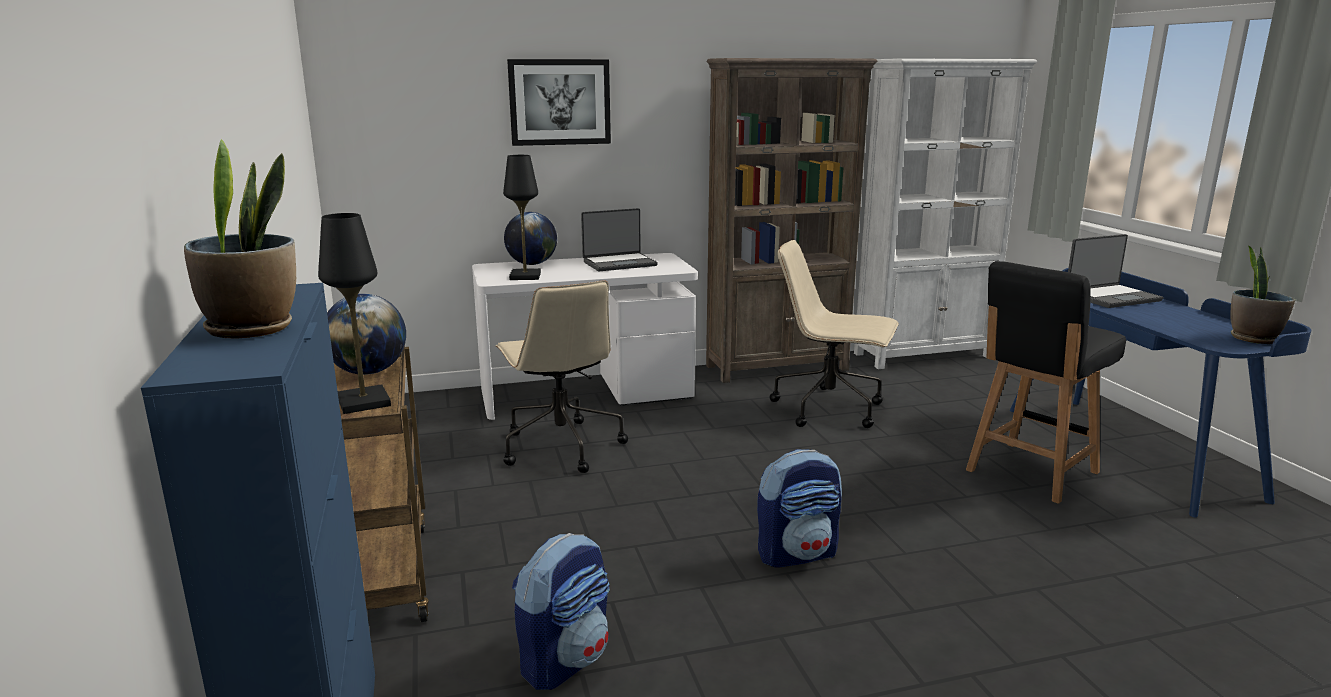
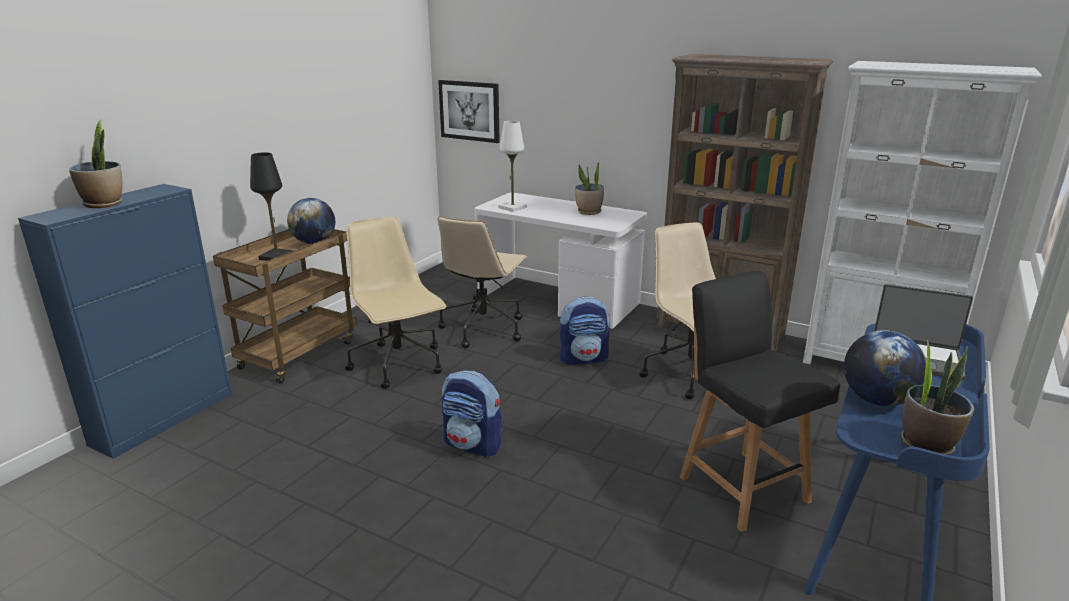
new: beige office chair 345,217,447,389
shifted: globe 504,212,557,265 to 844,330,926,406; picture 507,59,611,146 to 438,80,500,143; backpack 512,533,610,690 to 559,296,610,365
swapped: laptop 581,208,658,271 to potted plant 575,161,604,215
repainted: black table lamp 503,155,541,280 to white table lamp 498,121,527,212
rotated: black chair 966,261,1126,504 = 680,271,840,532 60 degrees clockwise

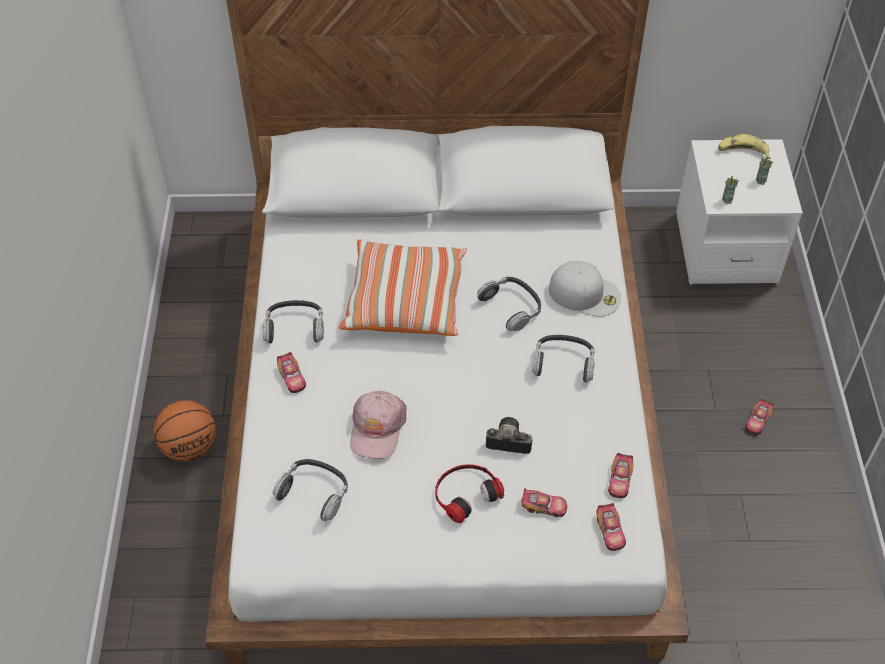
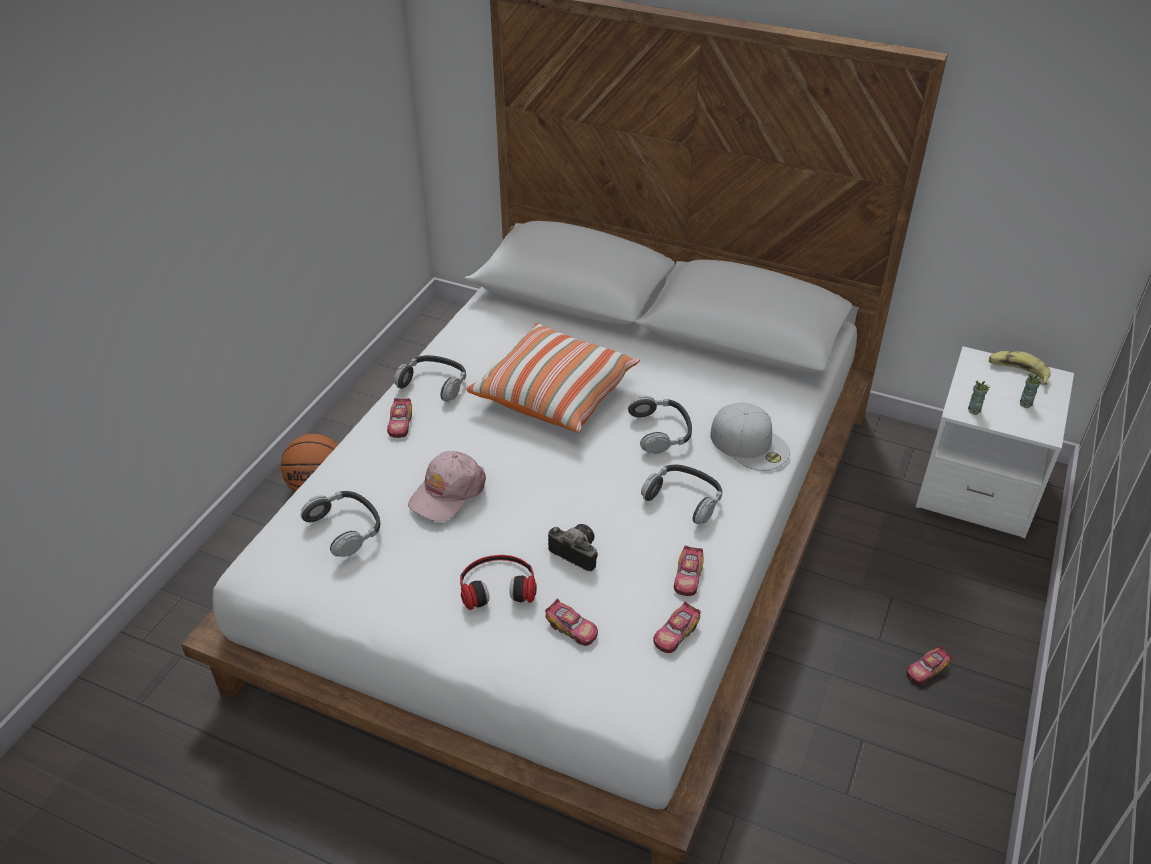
shifted: toy car 597,503,626,551 to 674,545,704,596

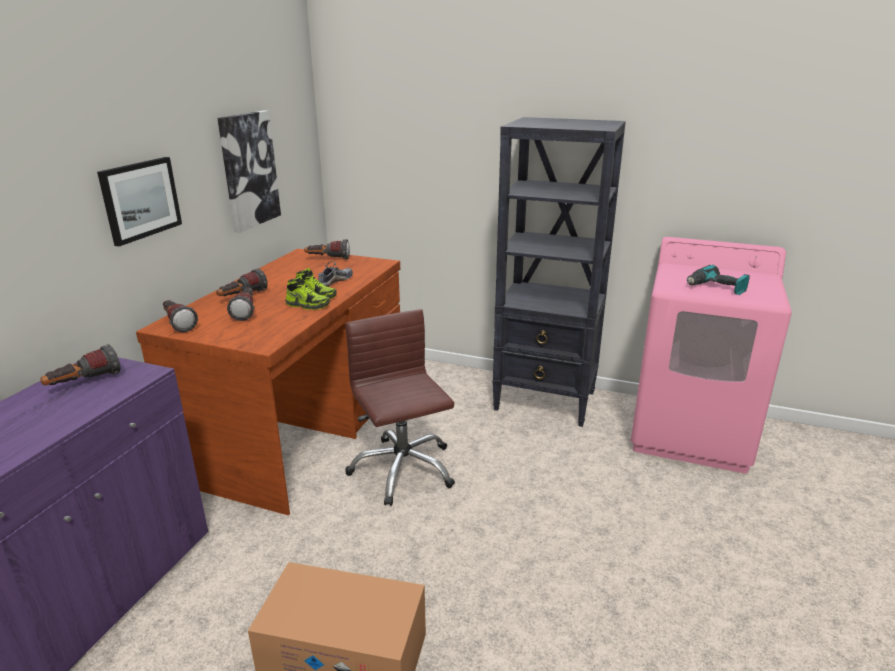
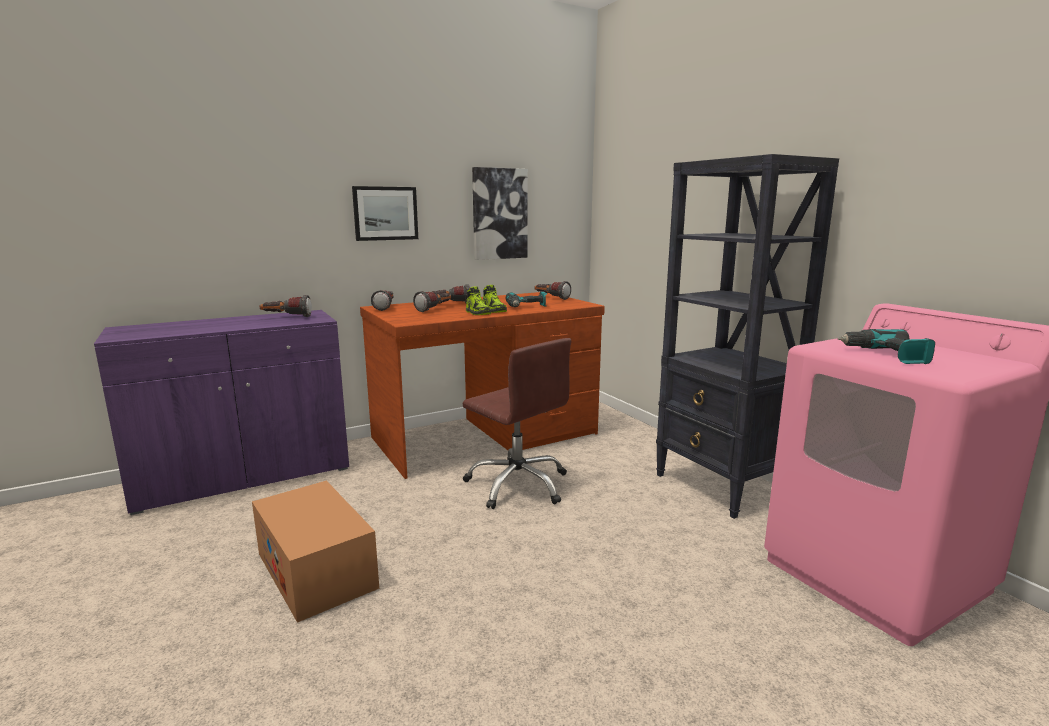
swapped: shoe 318,261,353,287 to power drill 506,291,547,307
rotated: brown office chair 345,309,455,506 = 463,338,571,509 120 degrees clockwise

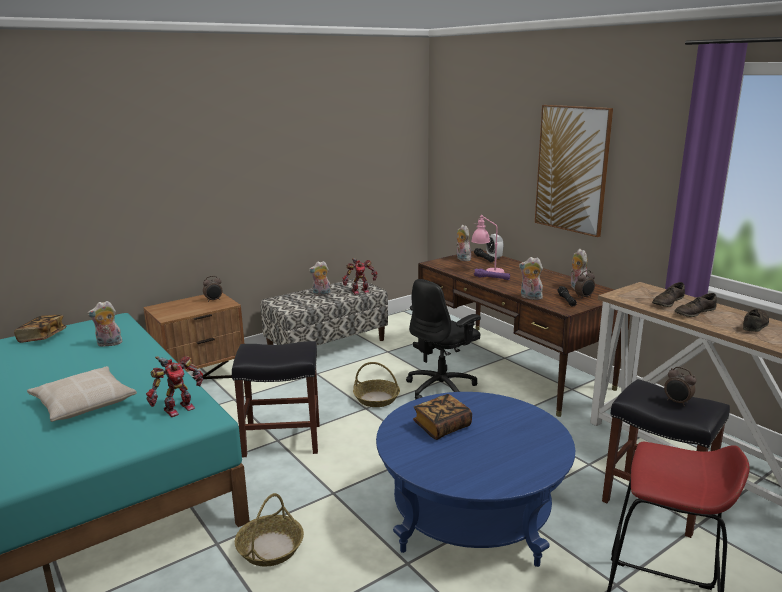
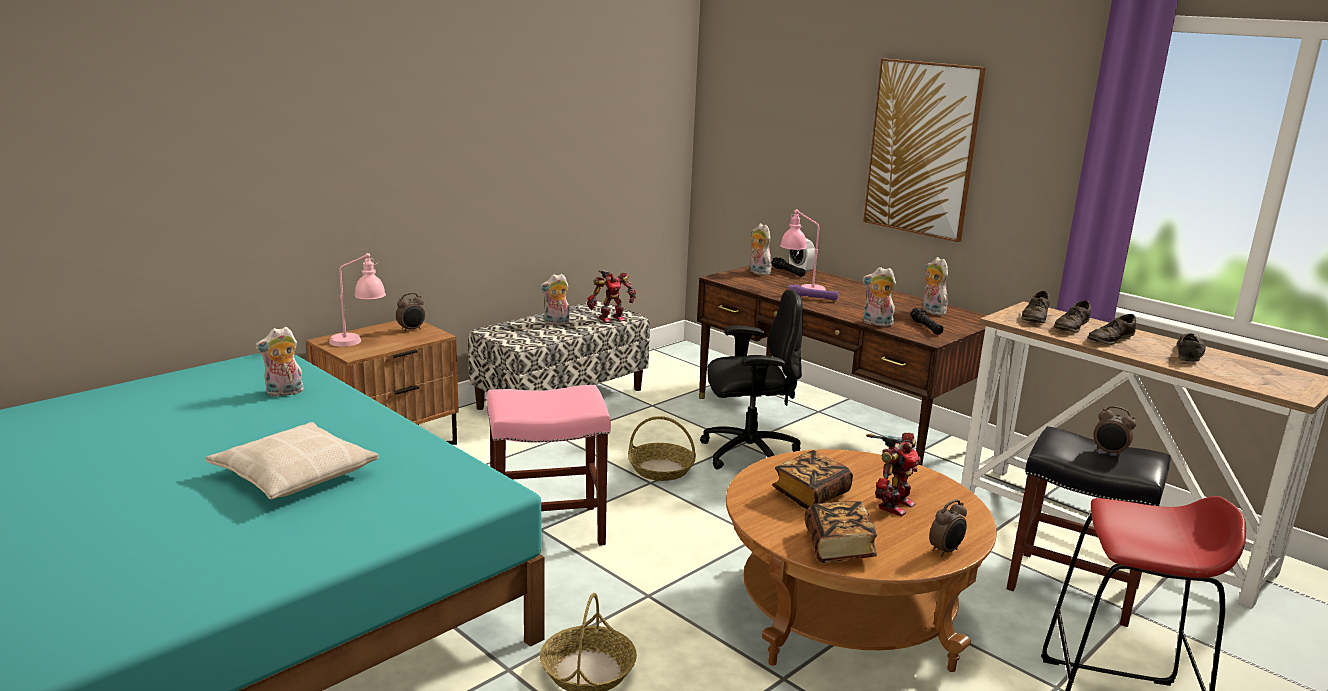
new: pink table lamp 329,253,386,347; brown shoe 1021,291,1050,323
shifted: book 14,315,66,343 to 805,501,877,563; toy robot 146,356,203,417 to 866,432,921,516; alarm clock 575,270,595,299 to 929,499,967,557
repainted: black stool 232,341,319,457 to pink stool 487,385,611,546; blue coffee table 376,392,575,567 to brown coffee table 726,449,997,672
rotated: black office chair 406,279,481,400 = 700,290,803,469 135 degrees counterclockwise

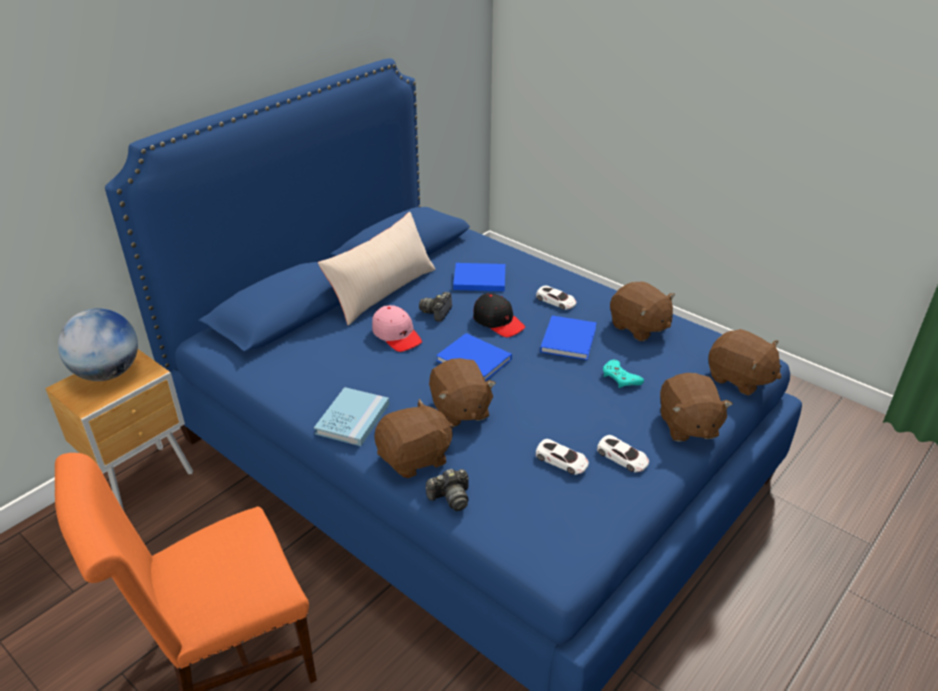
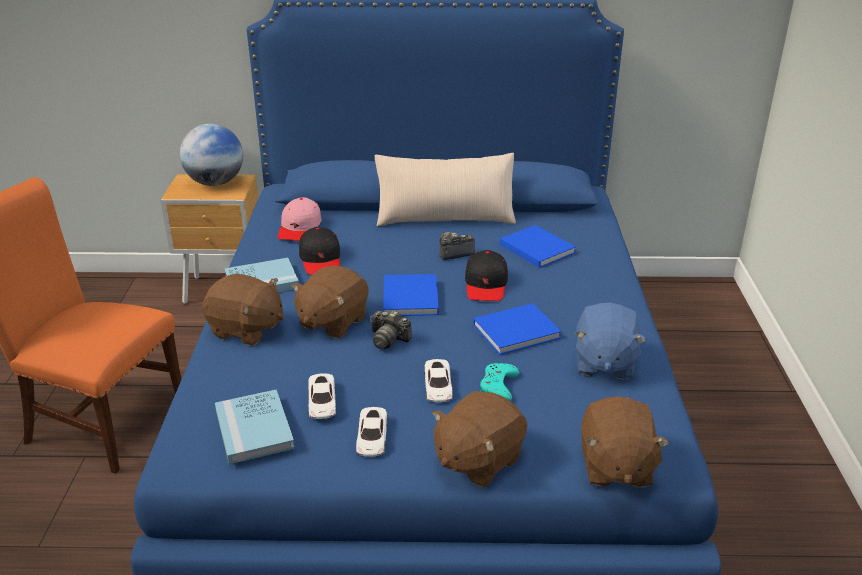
new: blue book 215,390,295,464; black cap 299,227,340,275
shifted: pink cap 372,305,422,352 to 278,197,321,241; photo camera 426,469,469,511 to 371,311,412,349; white toy car 536,285,577,310 to 424,359,453,402
repainted: brown plush toy 610,282,675,341 to blue plush toy 574,303,646,380

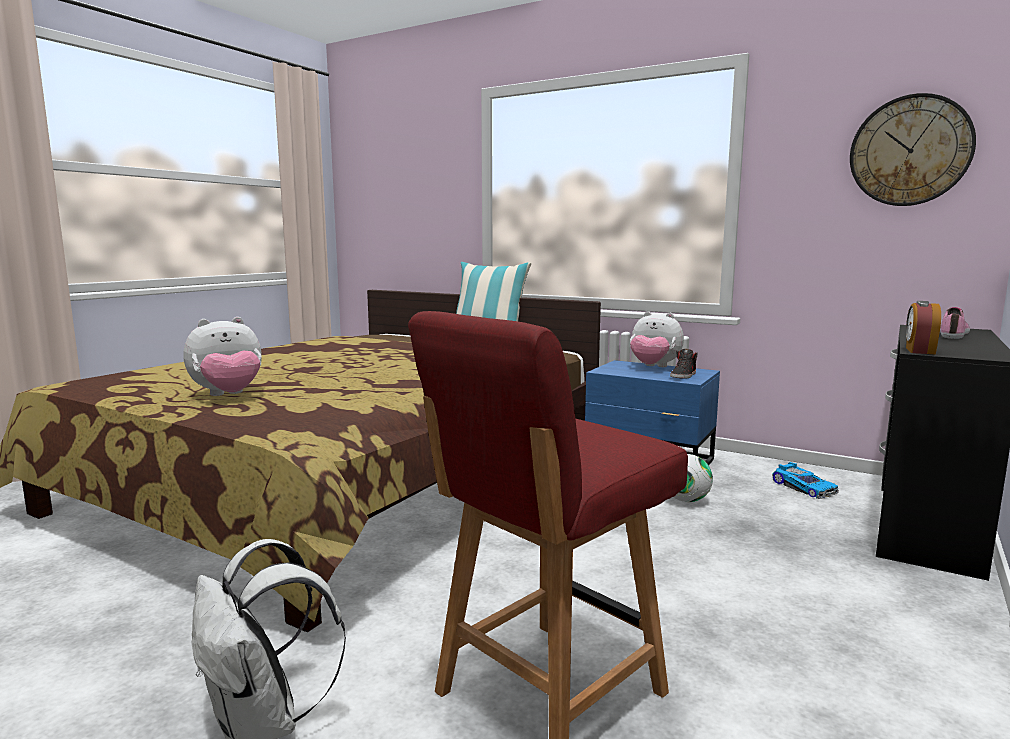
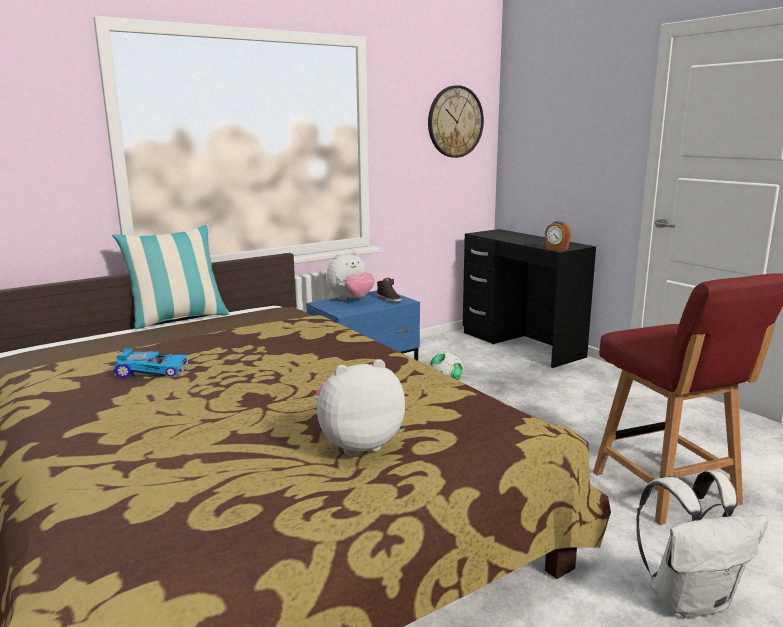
gone: shoe 940,307,970,339
shifted: toy car 773,462,839,499 to 113,348,188,378
rotated: plush toy 184,317,262,396 = 315,359,405,456 105 degrees counterclockwise

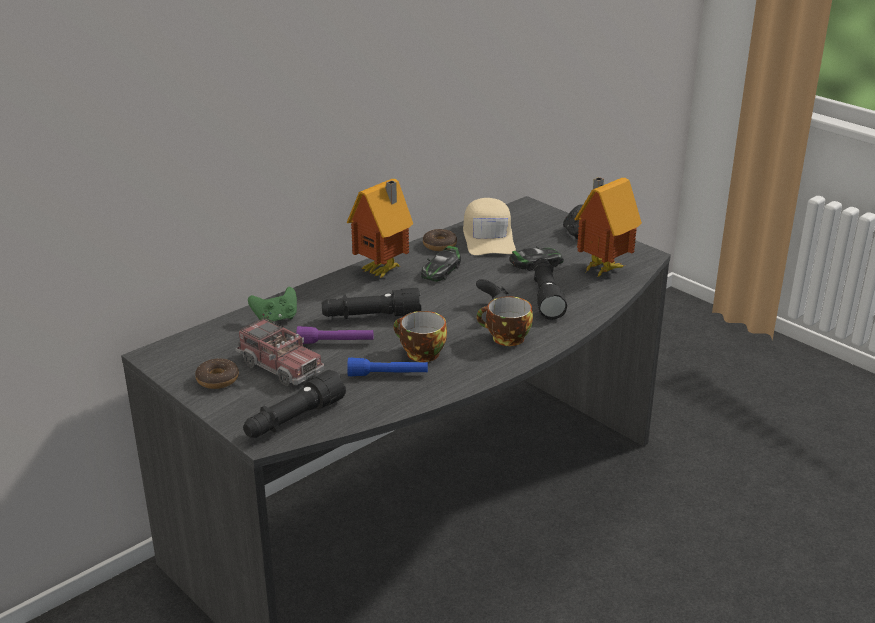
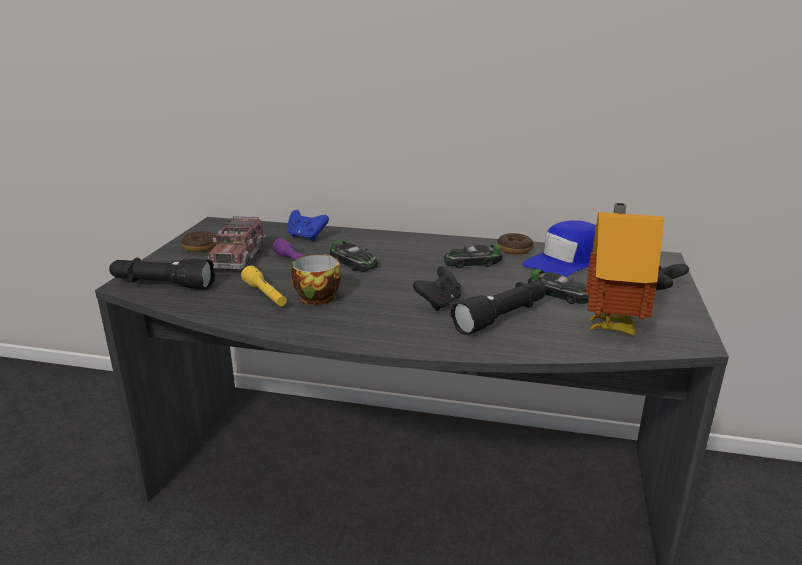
gone: toy house 347,179,413,278; cup 477,296,533,346
swapped: black flashlight 322,288,421,319 to toy car 330,240,378,272
repainted: green game controller 248,287,297,322 to blue game controller 288,210,329,241; blue flashlight 347,358,428,376 to yellow flashlight 241,266,287,306; beige cap 463,198,516,255 to blue cap 522,220,596,277

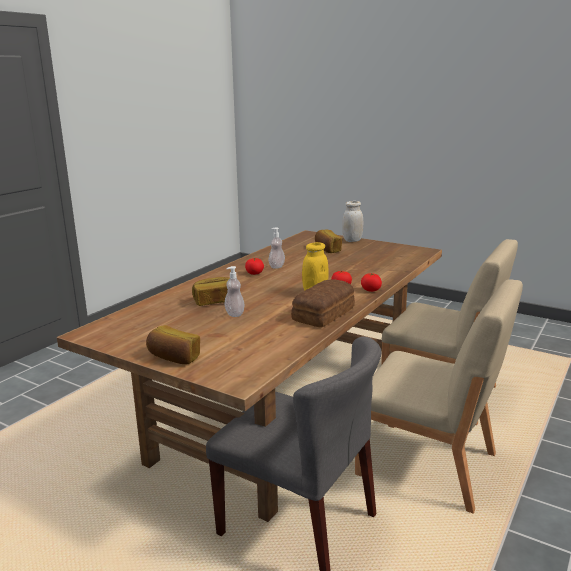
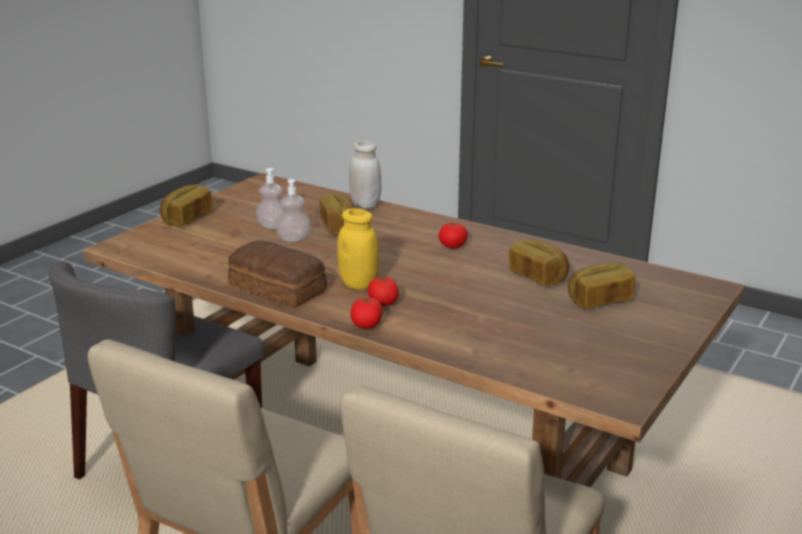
new: bread 509,239,569,286
shifted: soap dispenser 268,227,285,269 to 256,168,284,229; white jar 342,201,363,242 to 349,141,381,209

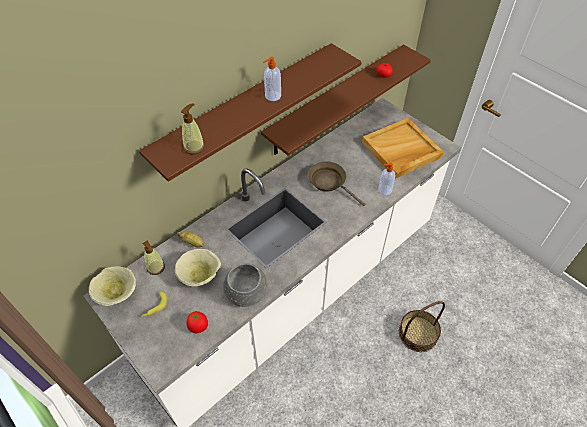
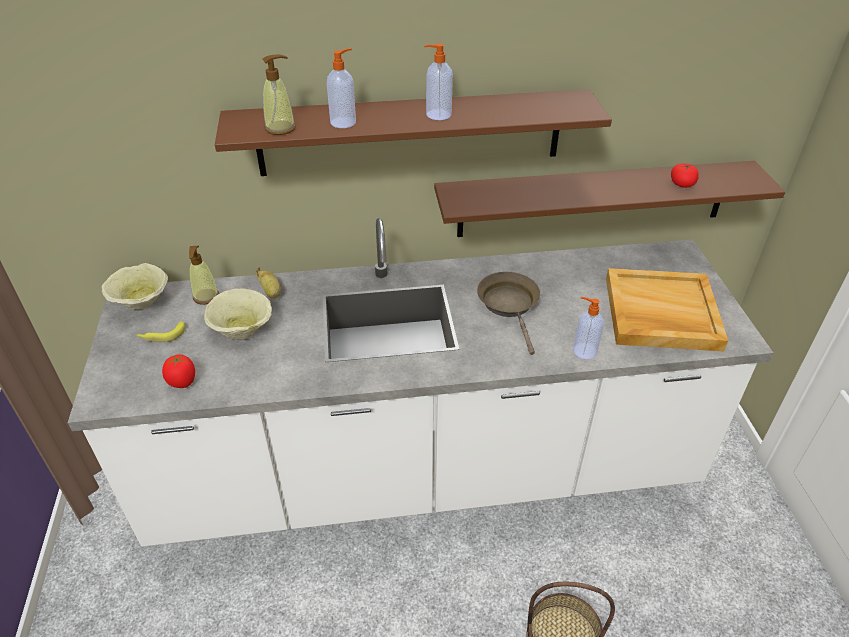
gone: grey bowl 223,263,268,307
new: soap dispenser 327,48,356,128

